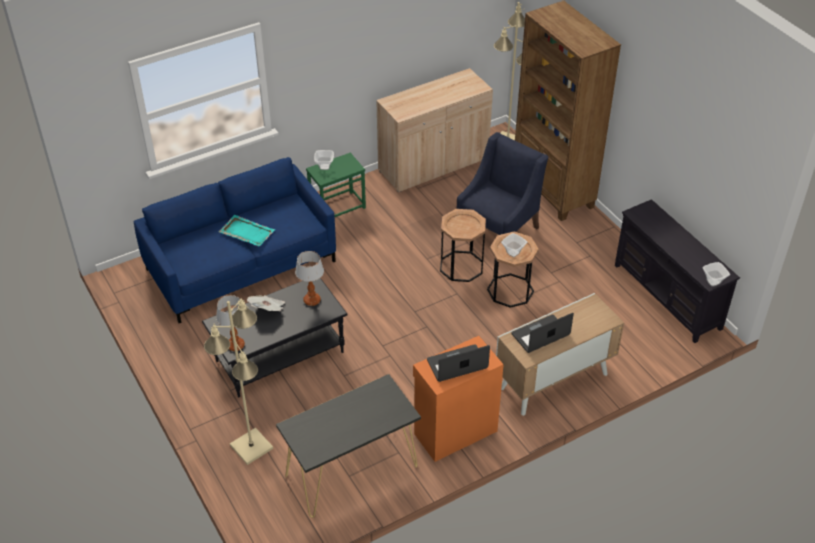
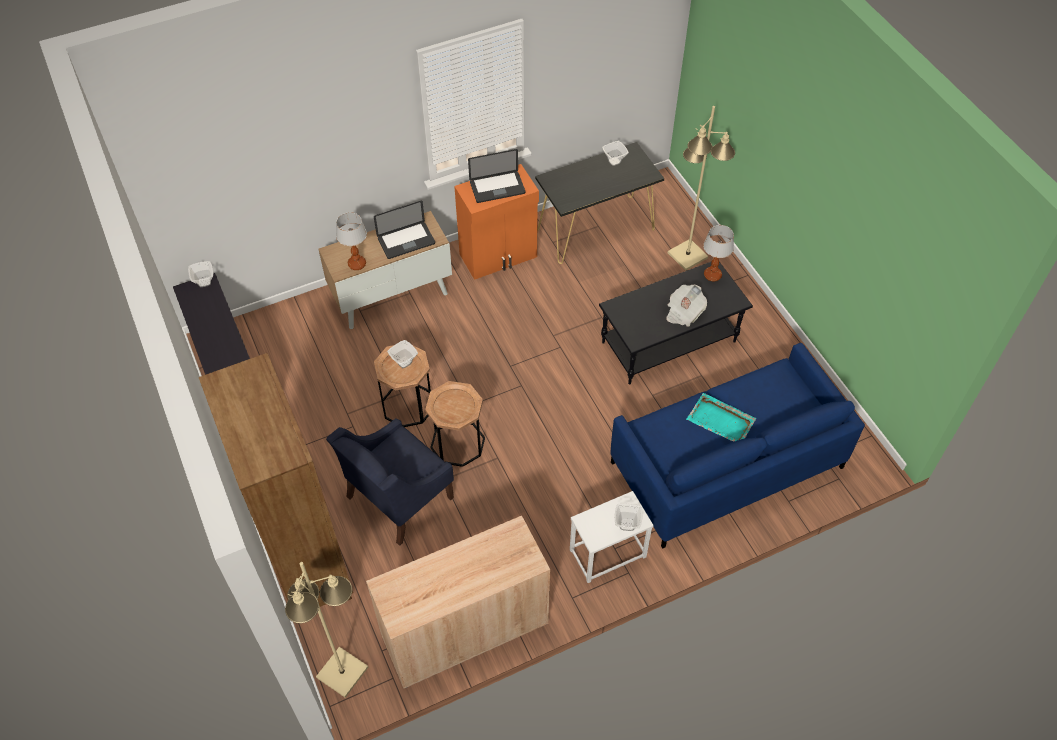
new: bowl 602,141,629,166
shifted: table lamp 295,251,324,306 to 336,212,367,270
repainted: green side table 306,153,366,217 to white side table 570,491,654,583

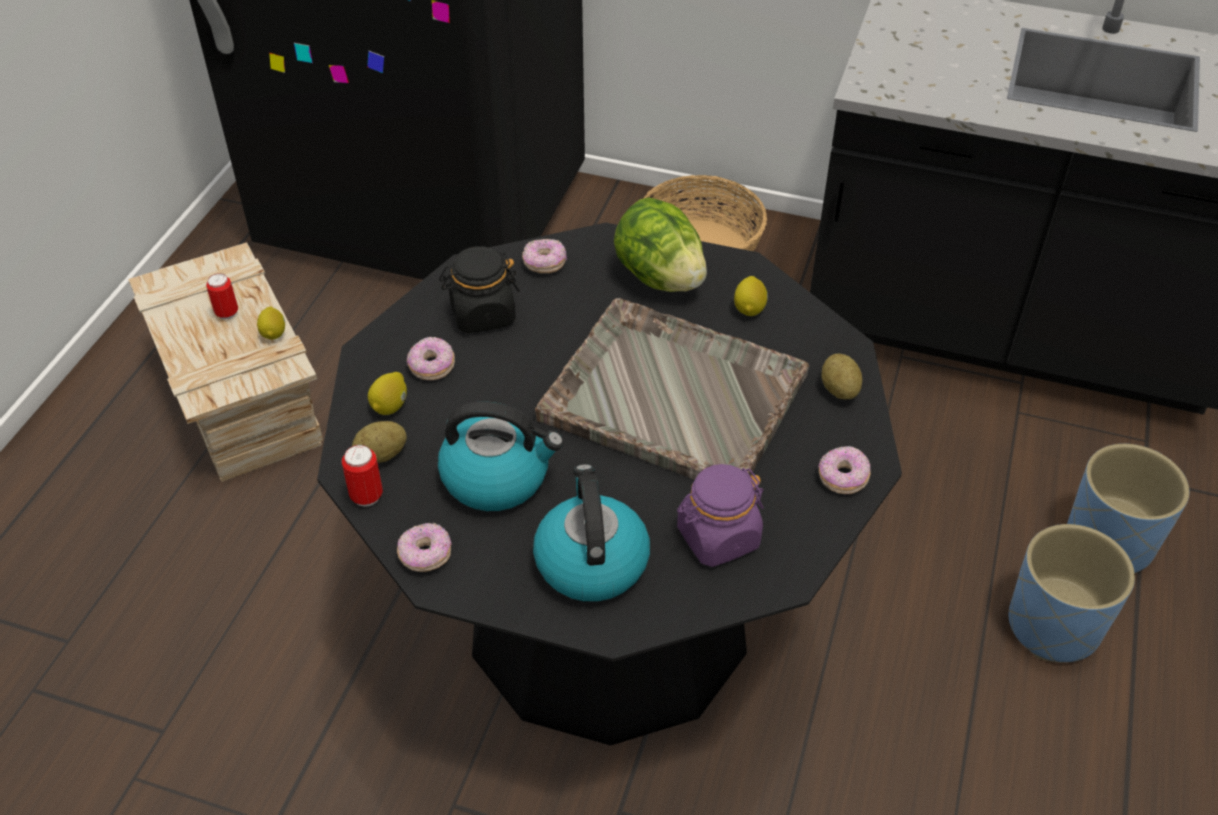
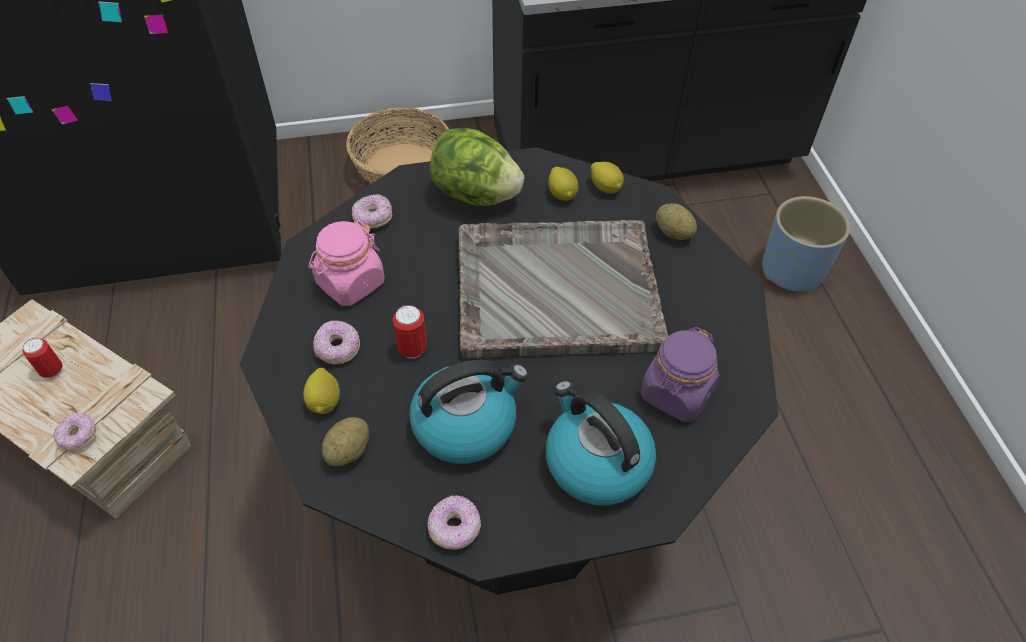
gone: blue planter 1009,524,1135,662
shifted: lemon 257,307,285,340 to 591,162,624,194; can 342,445,383,507 to 393,305,427,359; donut 818,446,871,494 to 53,413,96,451
repainted: black jar 439,246,520,333 to pink jar 308,220,384,306

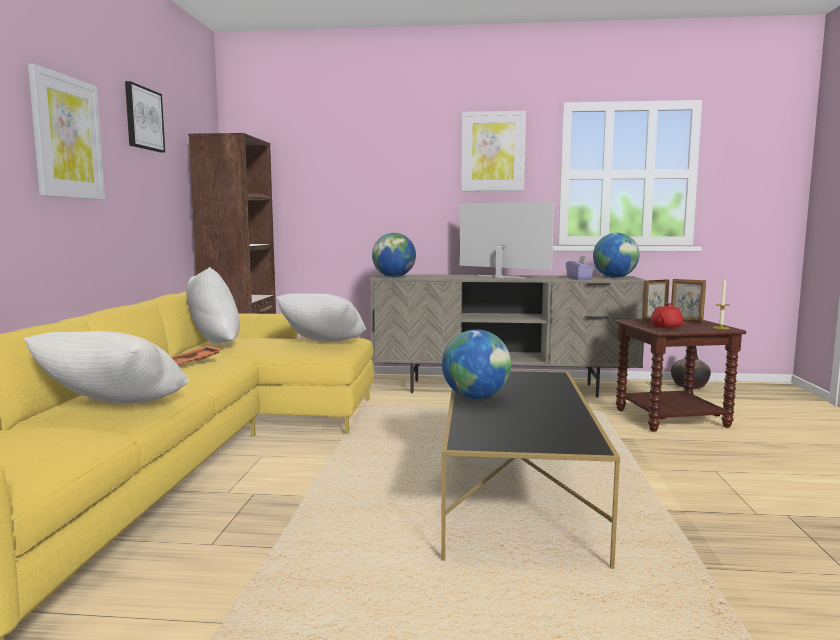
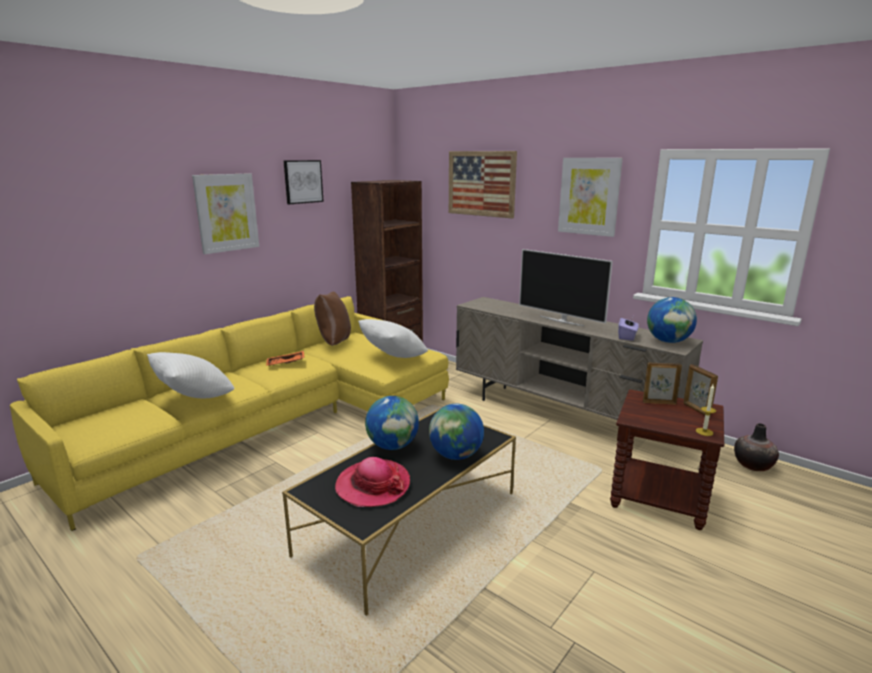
gone: red teapot 650,303,683,328
new: hat 335,457,410,507; picture 449,151,517,219
shifted: globe 372,233,416,277 to 429,404,484,460
repainted: white pillow 186,267,240,343 to brown pillow 314,292,351,346
rotated: television 459,201,554,279 = 519,249,613,326 150 degrees clockwise

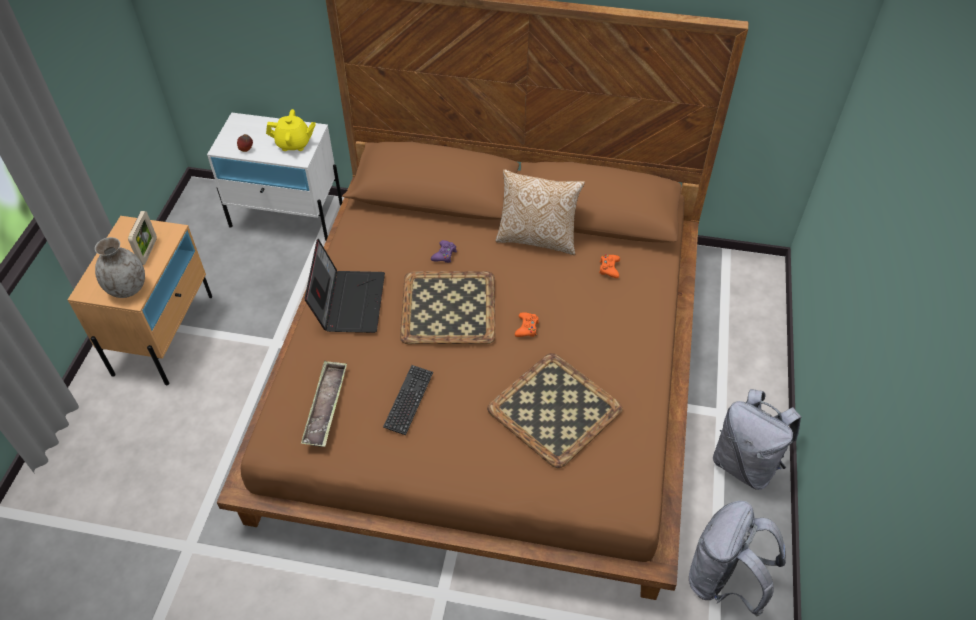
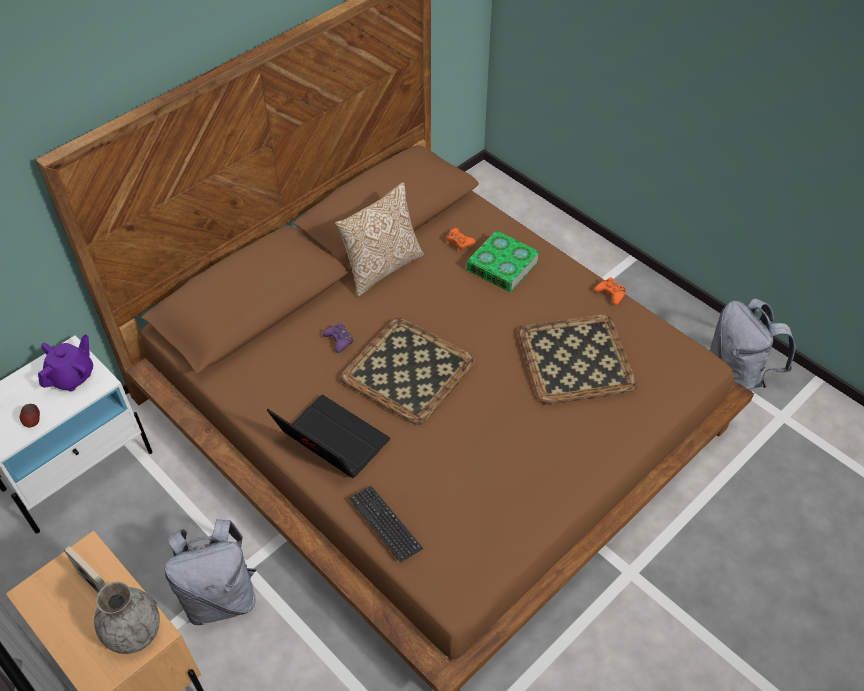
gone: tray 301,361,347,447
new: book 467,230,540,292
shifted: keyboard 383,365,433,435 to 349,486,423,562; orange game controller 515,312,539,337 to 594,277,626,305; grey backpack 713,389,801,490 to 165,519,256,625
repainted: yellow teapot 266,109,316,151 to purple teapot 38,334,93,391

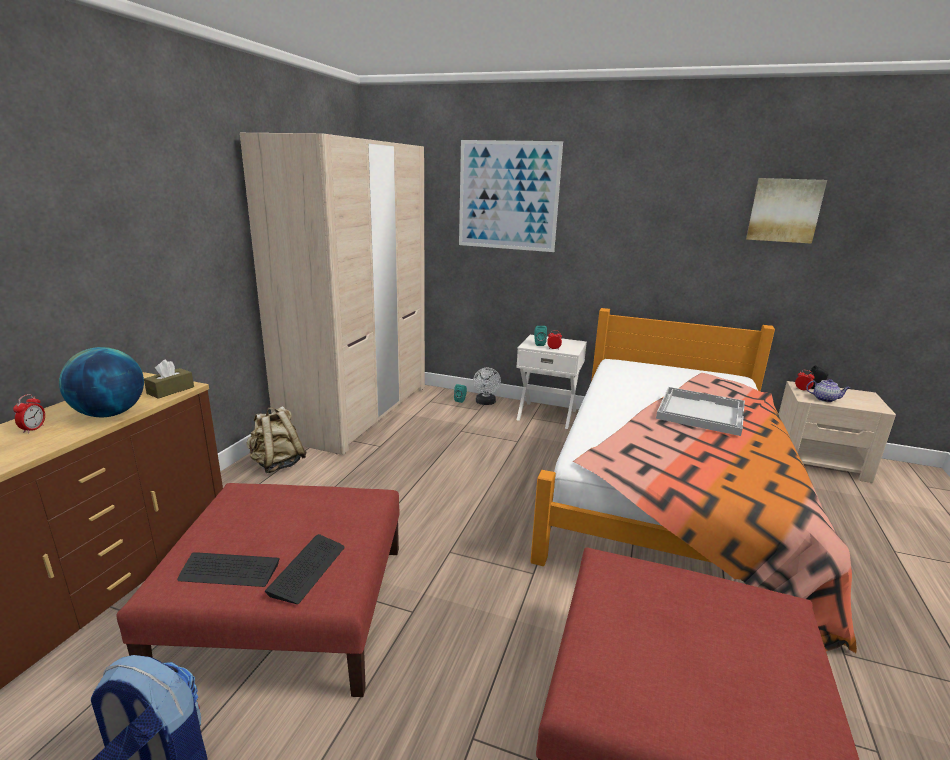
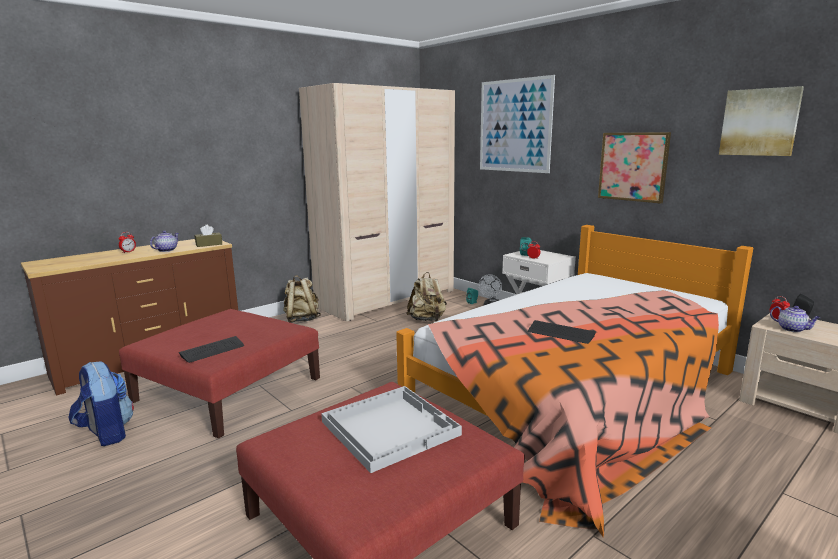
new: beige backpack 406,272,447,322; picture 598,132,671,204
shifted: keyboard 177,552,280,587 to 528,320,596,344; white tray 656,387,745,436 to 321,386,462,473
swapped: globe 59,347,144,417 to teapot 150,231,179,252

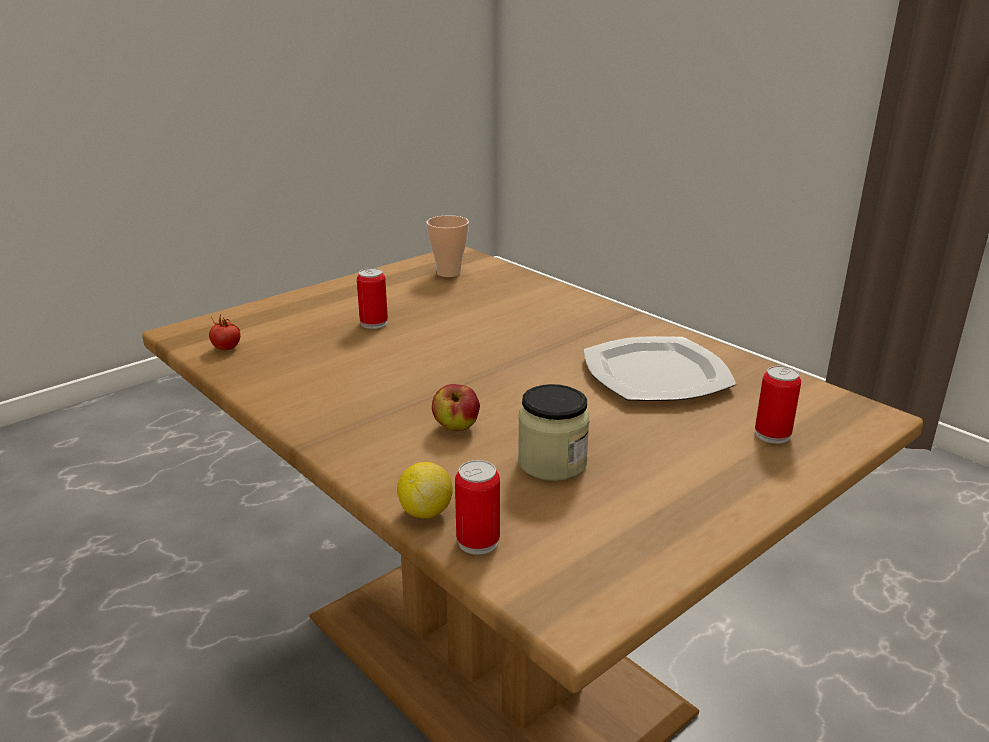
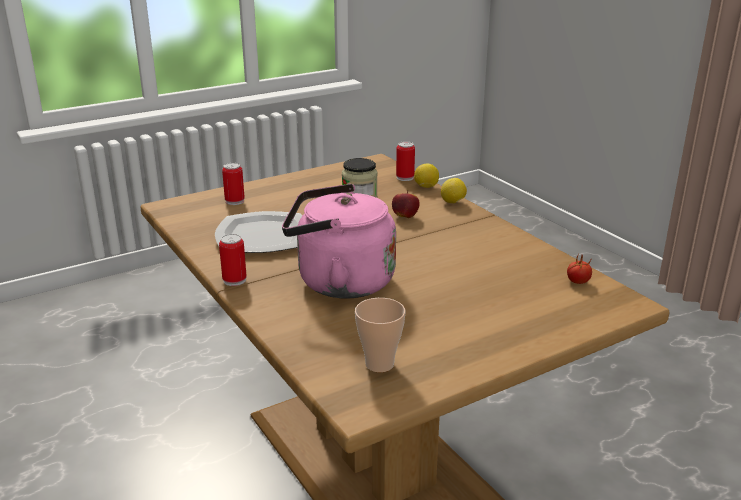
new: pink kettle 282,184,396,299; lemon 441,178,467,203
shifted: can 357,268,388,329 to 219,234,247,286

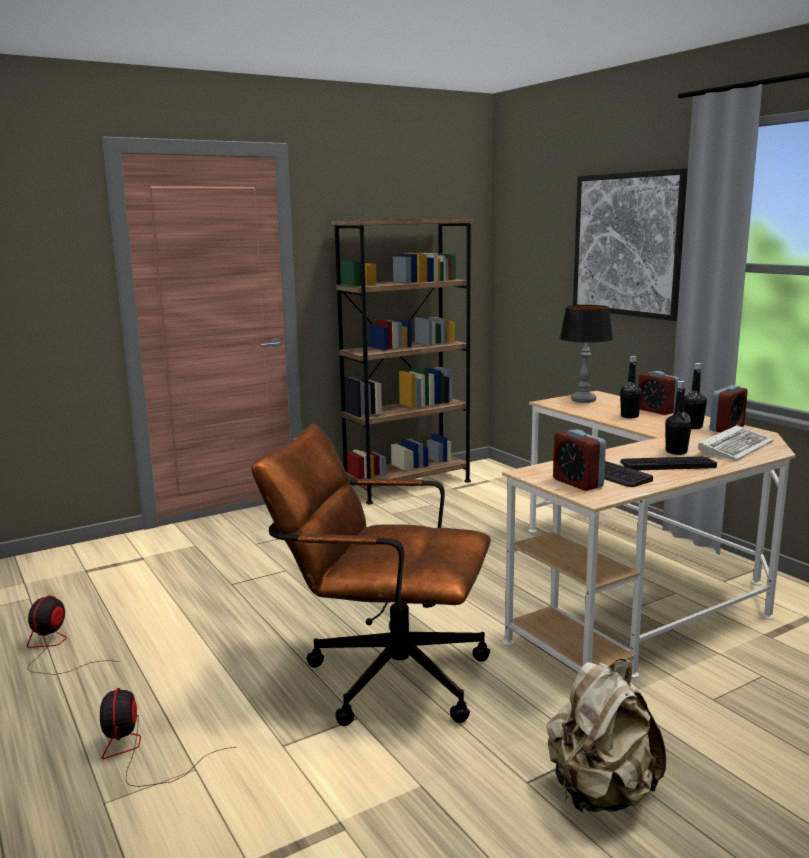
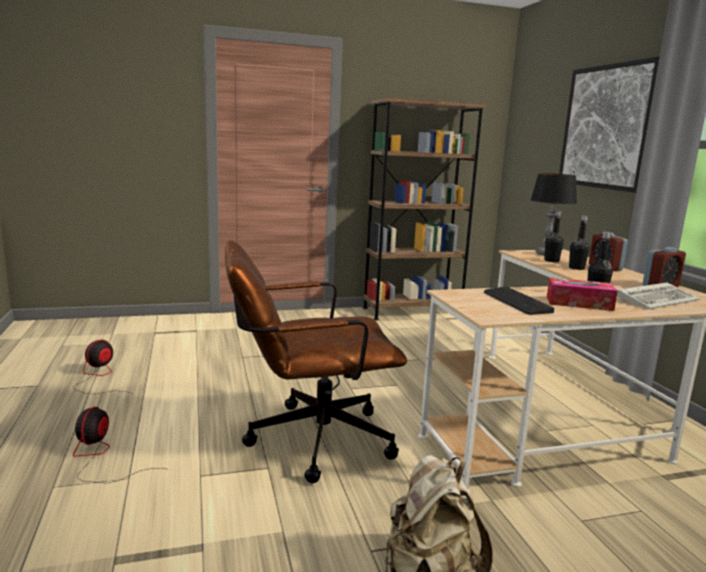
gone: alarm clock 553,430,606,491
shifted: black bottle 684,363,707,429 to 544,211,564,262
swapped: keyboard 620,456,717,470 to tissue box 547,277,618,311
rotated: brown office chair 251,424,491,726 = 225,240,407,483 45 degrees counterclockwise

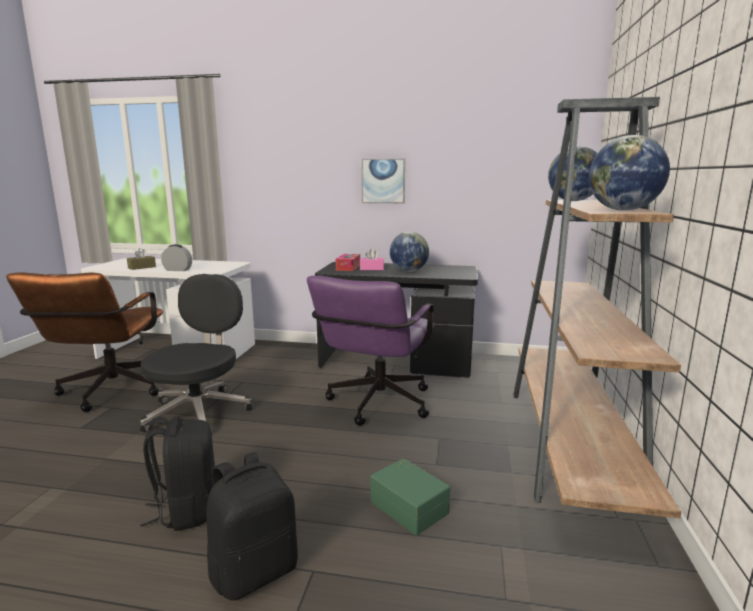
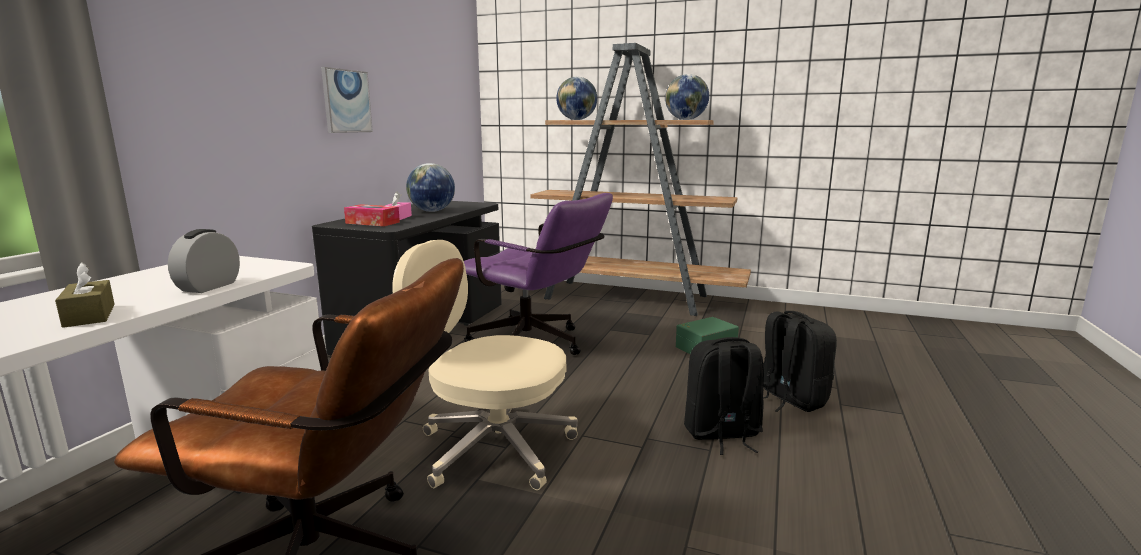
repainted: black office chair 140,274,253,433 to beige office chair 392,240,578,490

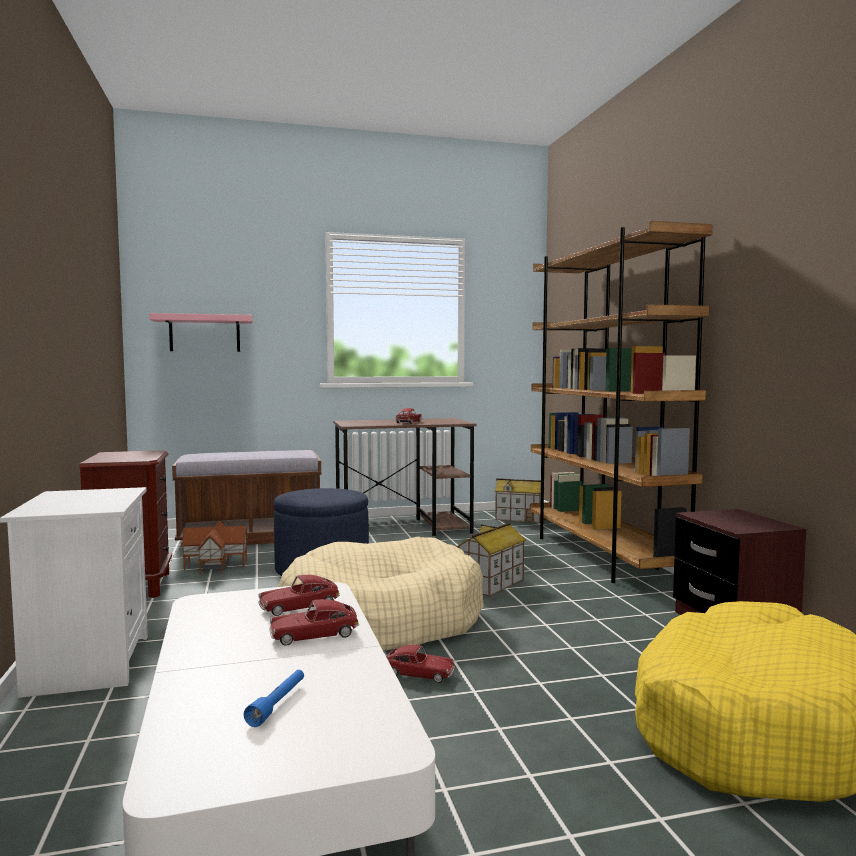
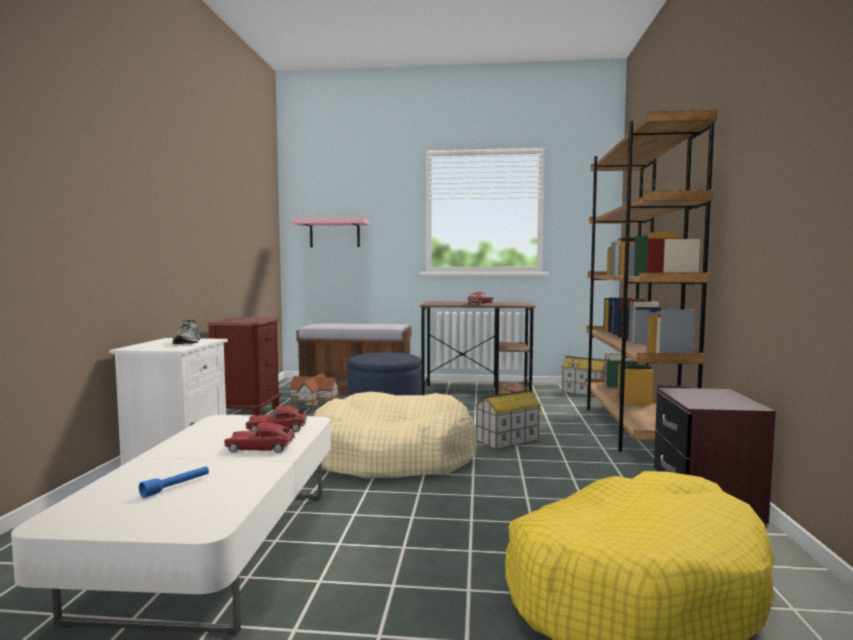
gone: toy car 386,645,455,683
new: grey shoe 173,320,201,344

